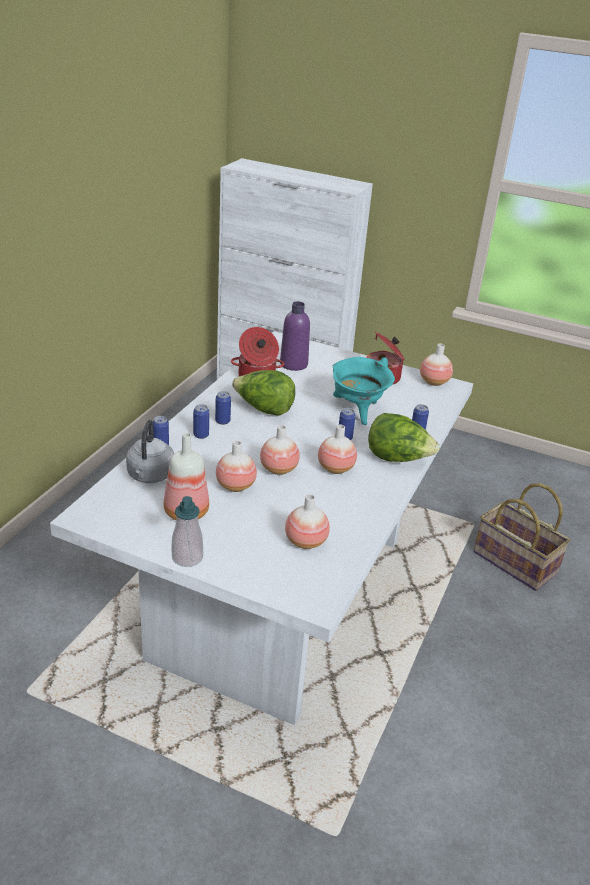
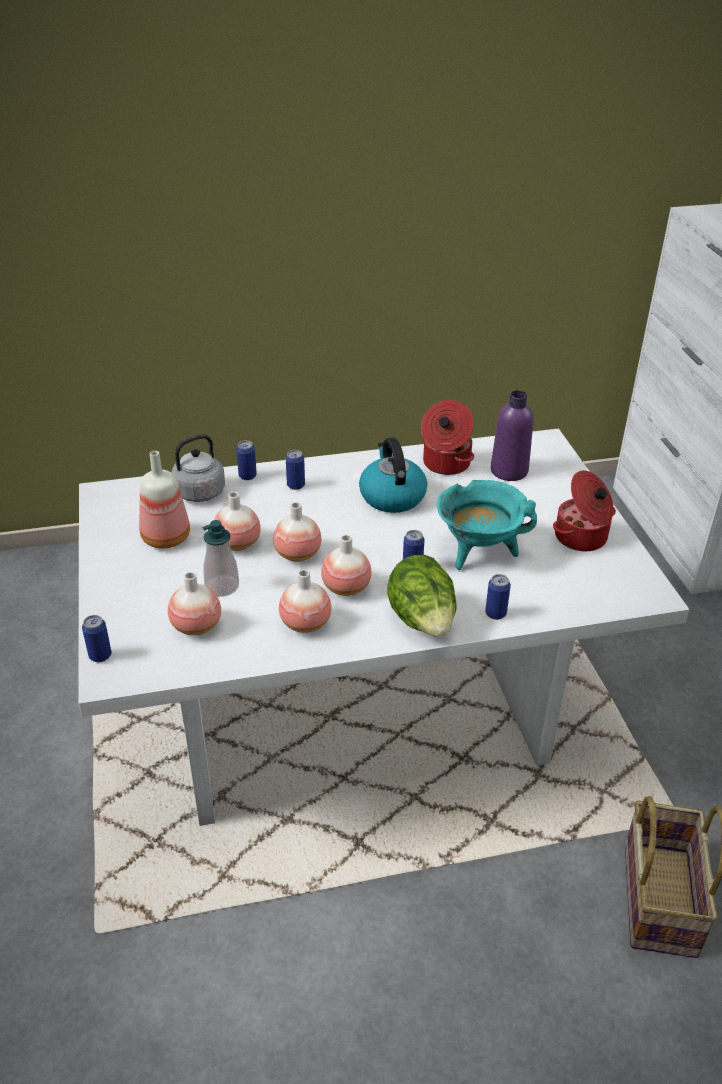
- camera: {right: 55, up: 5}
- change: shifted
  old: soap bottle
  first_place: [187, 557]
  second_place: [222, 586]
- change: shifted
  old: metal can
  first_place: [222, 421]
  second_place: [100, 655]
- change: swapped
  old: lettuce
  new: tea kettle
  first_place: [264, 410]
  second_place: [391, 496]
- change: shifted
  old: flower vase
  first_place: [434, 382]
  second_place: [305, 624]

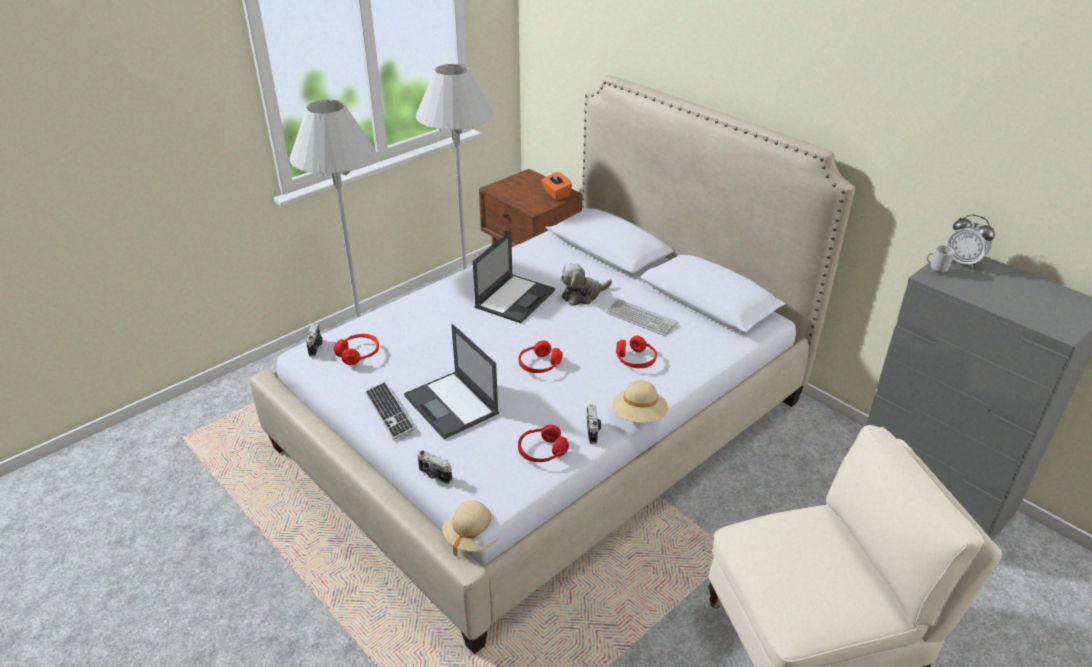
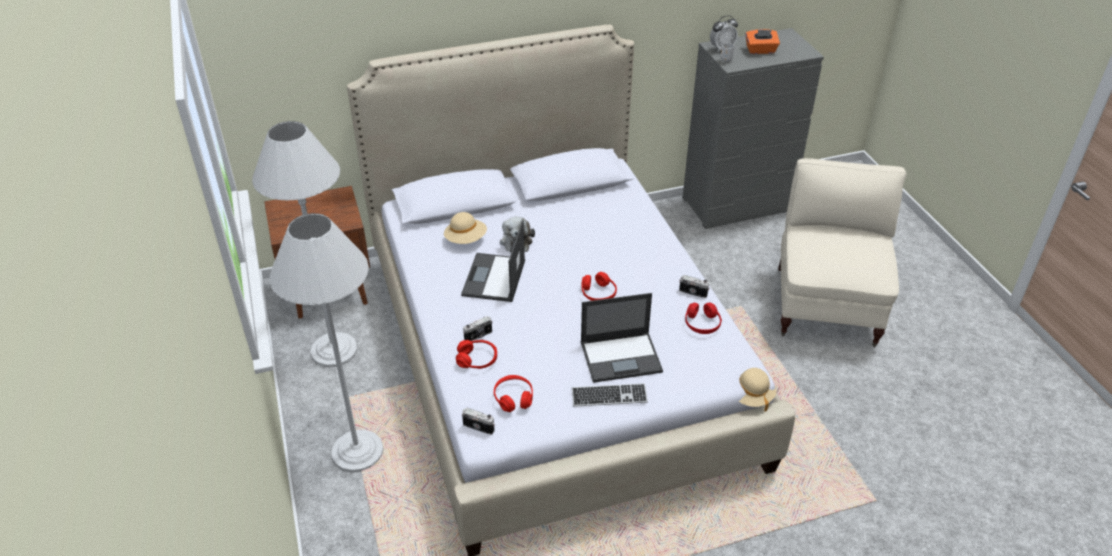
- camera: {right: -65, up: 5}
- change: shifted
  old: photo camera
  first_place: [434, 475]
  second_place: [478, 336]
- change: rotated
  old: portable computer
  first_place: [515, 298]
  second_place: [494, 278]
  degrees: -135
- change: shifted
  old: orangey tissue holder
  first_place: [556, 194]
  second_place: [760, 50]
- change: gone
  old: computer keyboard
  first_place: [641, 318]
- change: shifted
  old: beige-coloured clothing hat
  first_place: [639, 416]
  second_place: [466, 239]
- change: shifted
  old: reddish pair of headphones
  first_place: [635, 360]
  second_place: [477, 359]

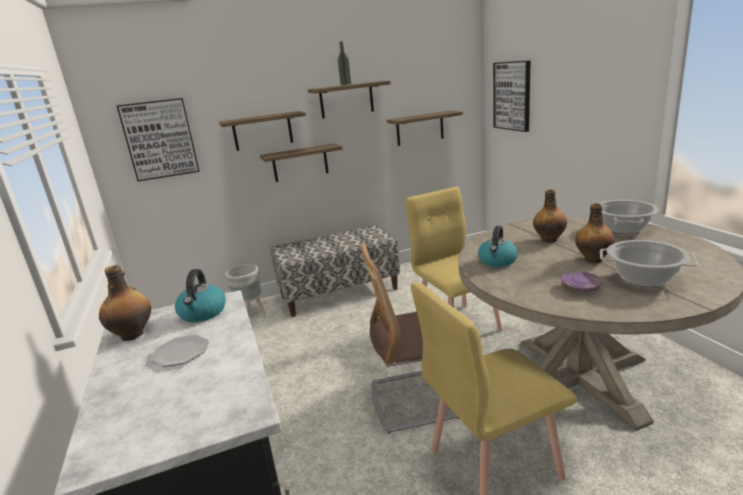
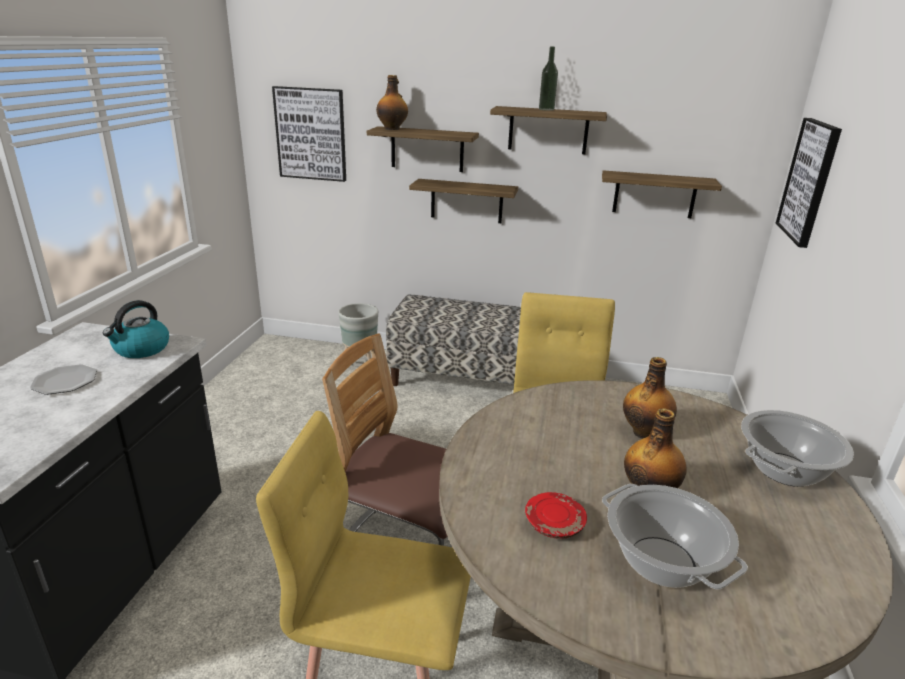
- camera: {right: 30, up: 5}
- change: shifted
  old: drink bottle
  first_place: [133, 334]
  second_place: [392, 129]
- change: gone
  old: tea kettle
  first_place: [497, 261]
- change: repainted
  old: purplish plate
  new: reddish plate
  first_place: [580, 287]
  second_place: [554, 524]

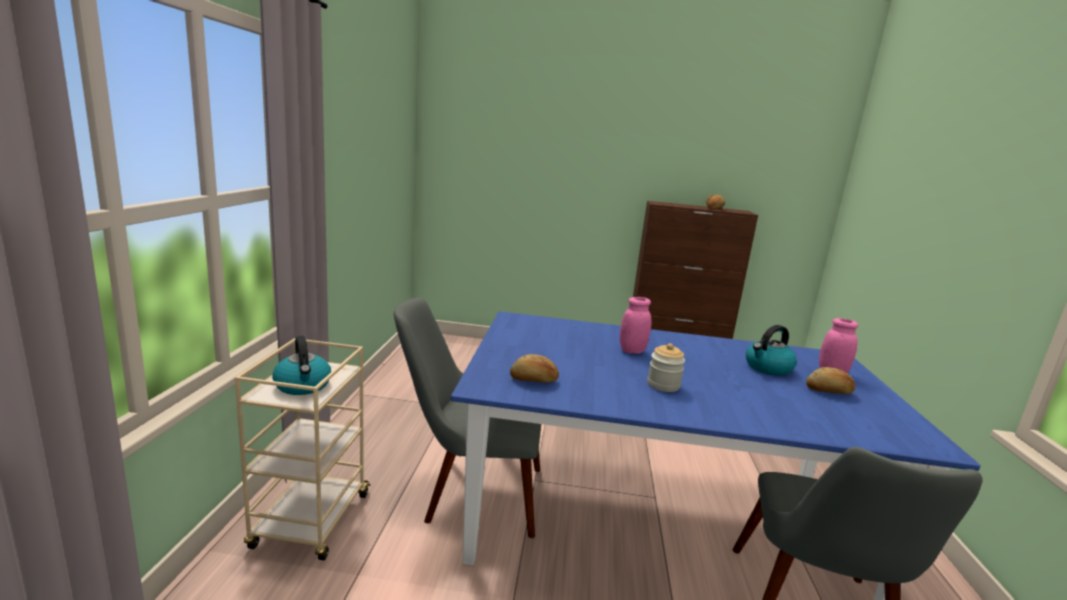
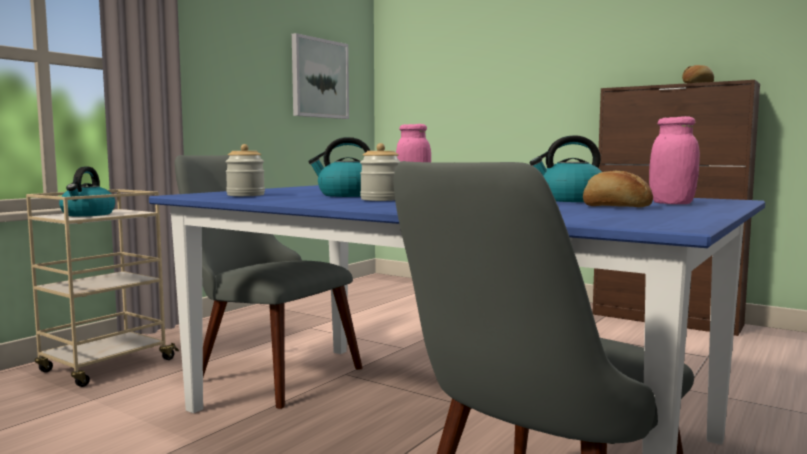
- camera: {right: 30, up: -10}
- change: swapped
  old: bakery bread
  new: jar
  first_place: [533, 380]
  second_place: [245, 195]
- change: new
  new: picture
  second_place: [319, 78]
- change: new
  new: tea kettle
  second_place: [346, 195]

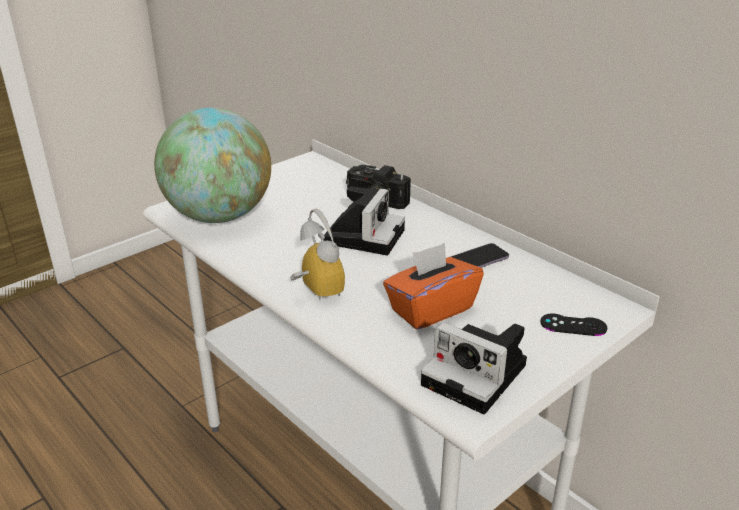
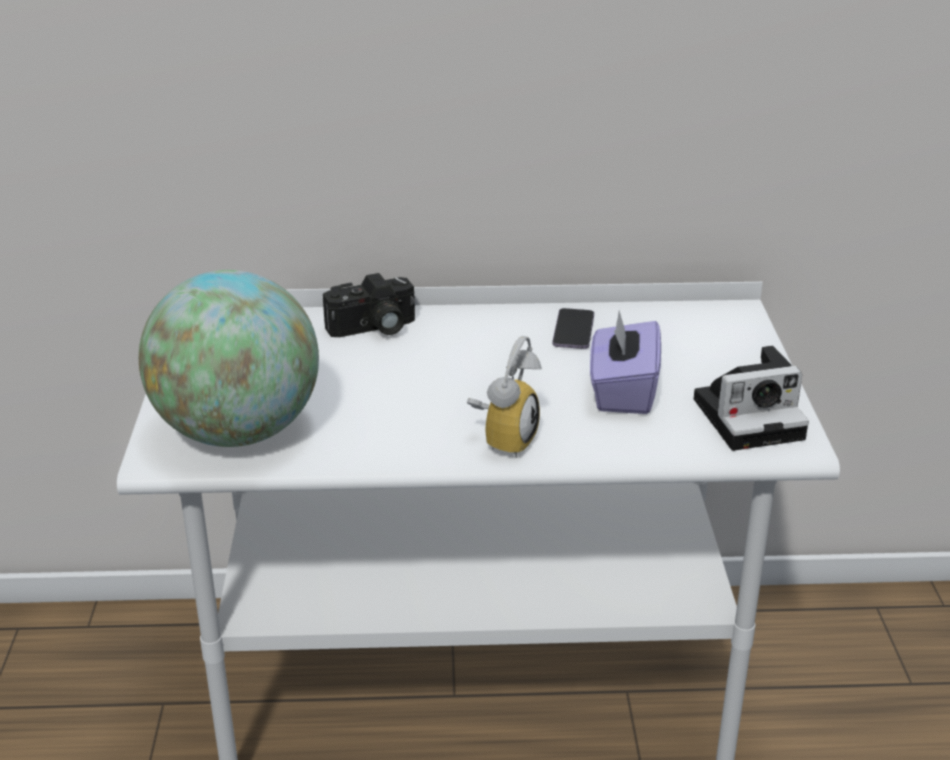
- camera: {right: -50, up: 0}
- change: rotated
  old: bedside clock
  first_place: [314, 292]
  second_place: [503, 439]
  degrees: 105
- change: gone
  old: photo camera
  first_place: [364, 235]
- change: repainted
  old: orangey tissue holder
  new: purplish tissue holder
  first_place: [431, 309]
  second_place: [622, 392]
- change: gone
  old: blackish game controller
  first_place: [573, 325]

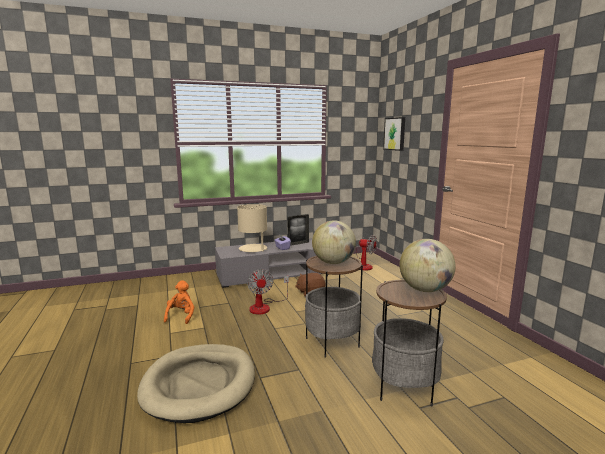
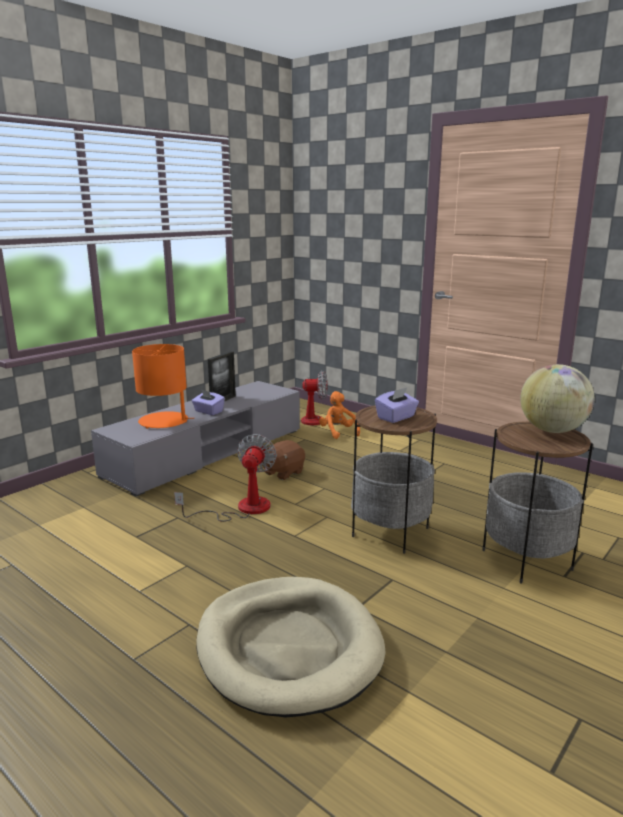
- camera: {right: -30, up: 5}
- change: shifted
  old: orangey cuddly toy
  first_place: [181, 316]
  second_place: [338, 432]
- change: repainted
  old: beige-coloured lamp for a table
  new: orangey lamp for a table
  first_place: [253, 249]
  second_place: [164, 421]
- change: rotated
  old: cooling fan
  first_place: [264, 307]
  second_place: [242, 509]
  degrees: -120
- change: swapped
  old: desk globe
  new: purplish tissue holder
  first_place: [333, 262]
  second_place: [396, 417]
- change: gone
  old: picture
  first_place: [395, 134]

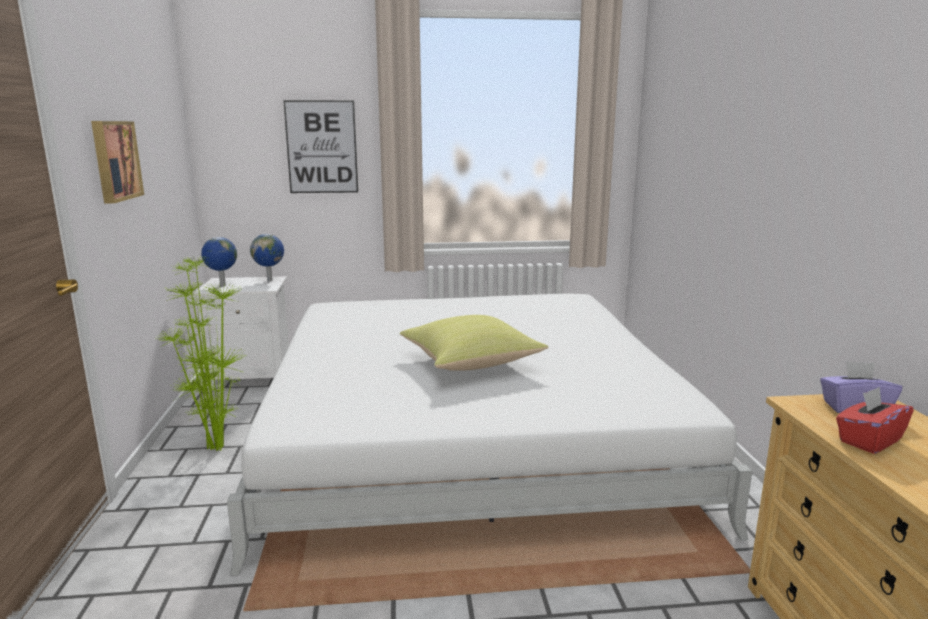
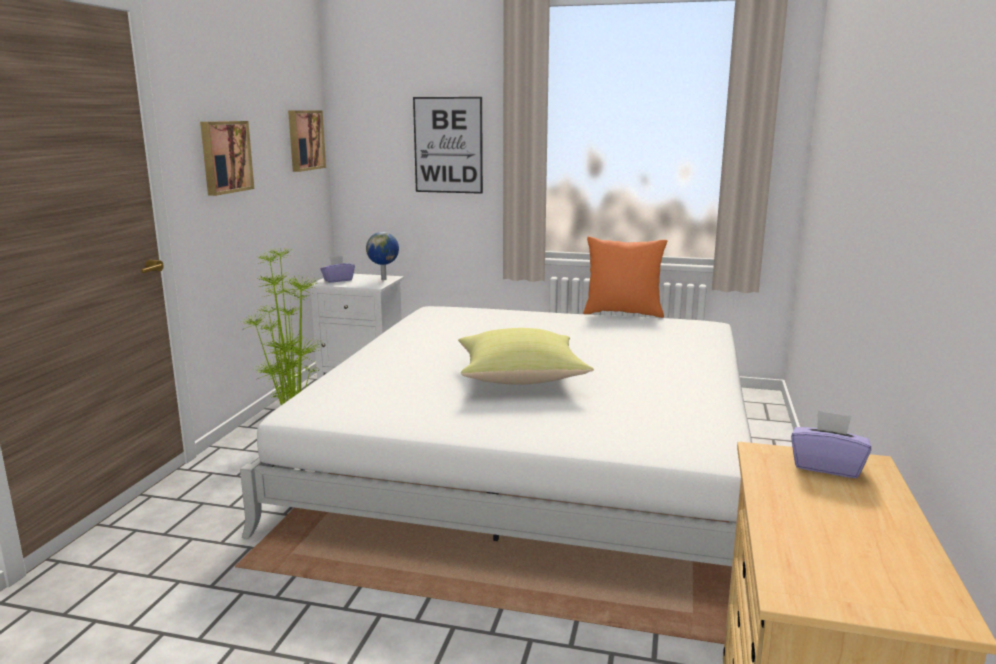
- camera: {right: 20, up: 0}
- change: swapped
  old: desk globe
  new: purplish tissue holder
  first_place: [222, 285]
  second_place: [338, 280]
- change: gone
  old: reddish tissue holder
  first_place: [868, 440]
- change: new
  new: picture
  second_place: [304, 140]
- change: new
  new: orangey cushion
  second_place: [623, 313]

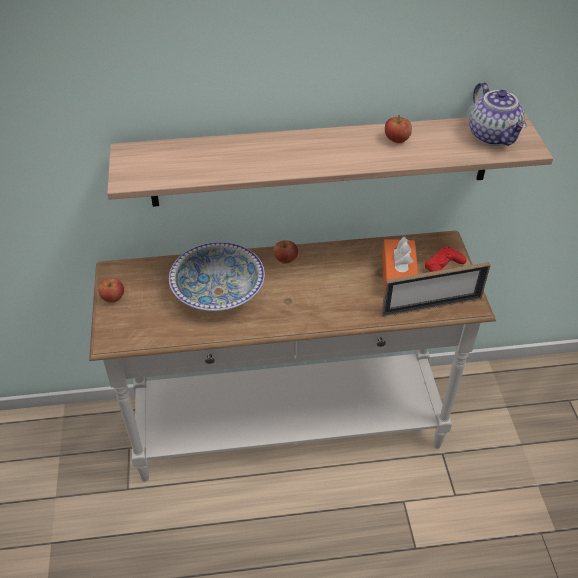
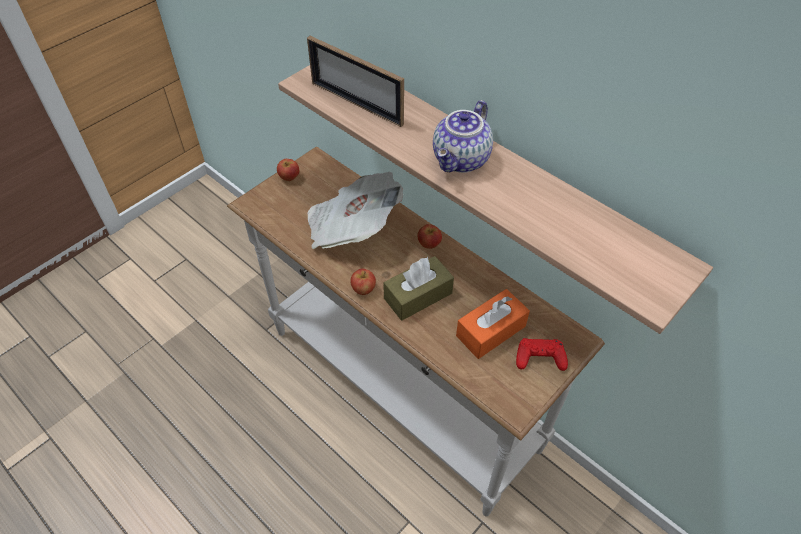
- camera: {right: 50, up: 5}
- change: swapped
  old: serving bowl
  new: newspaper
  first_place: [218, 292]
  second_place: [352, 228]
- change: shifted
  old: picture frame
  first_place: [431, 306]
  second_place: [356, 103]
- change: shifted
  old: apple fruit
  first_place: [396, 140]
  second_place: [363, 289]
- change: shifted
  old: pot for tea
  first_place: [494, 136]
  second_place: [462, 160]
- change: new
  new: brownish tissue holder
  second_place: [418, 296]

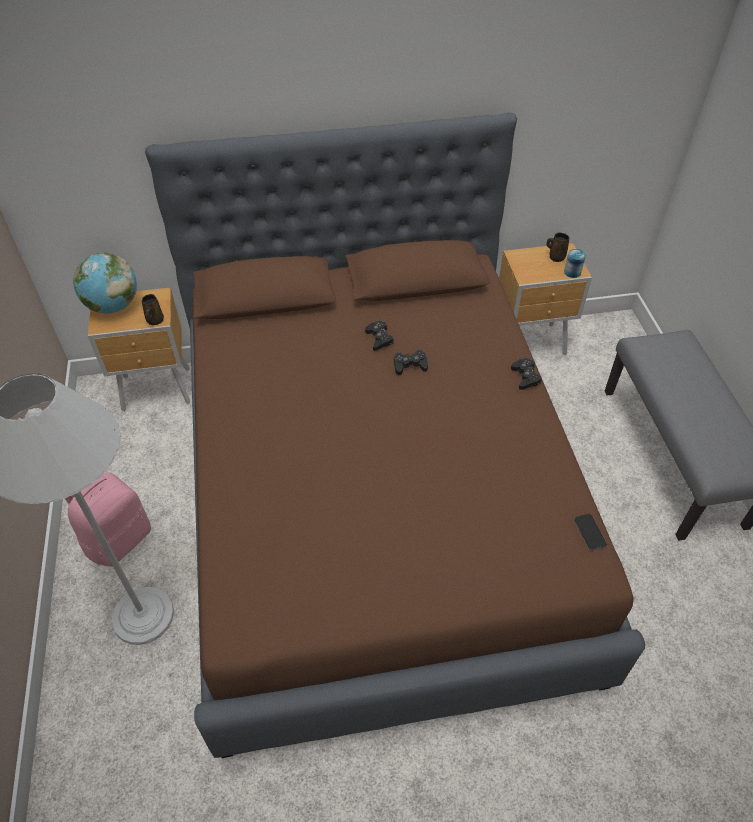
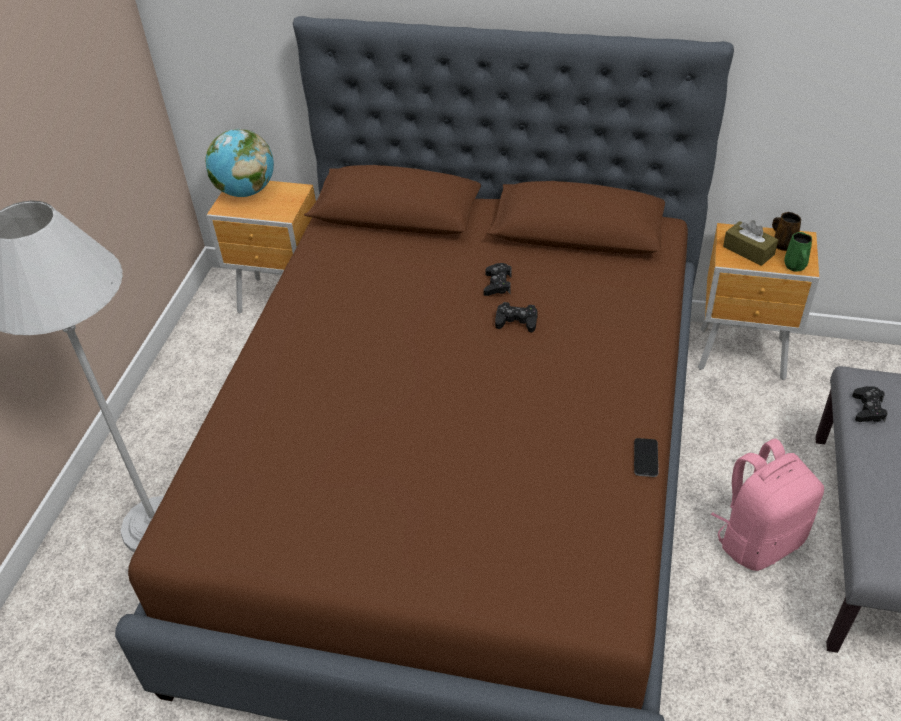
- camera: {right: 25, up: -5}
- change: shifted
  old: pink-coloured backpack
  first_place: [118, 539]
  second_place: [758, 539]
- change: gone
  old: brownish tea mug
  first_place: [154, 321]
- change: shifted
  old: blackish game controller
  first_place: [525, 377]
  second_place: [868, 409]
- change: swapped
  old: metal can
  new: green-coloured tea mug
  first_place: [572, 272]
  second_place: [795, 266]
- change: shifted
  old: phone
  first_place: [590, 532]
  second_place: [645, 458]
- change: new
  new: brownish tissue holder
  second_place: [748, 251]

